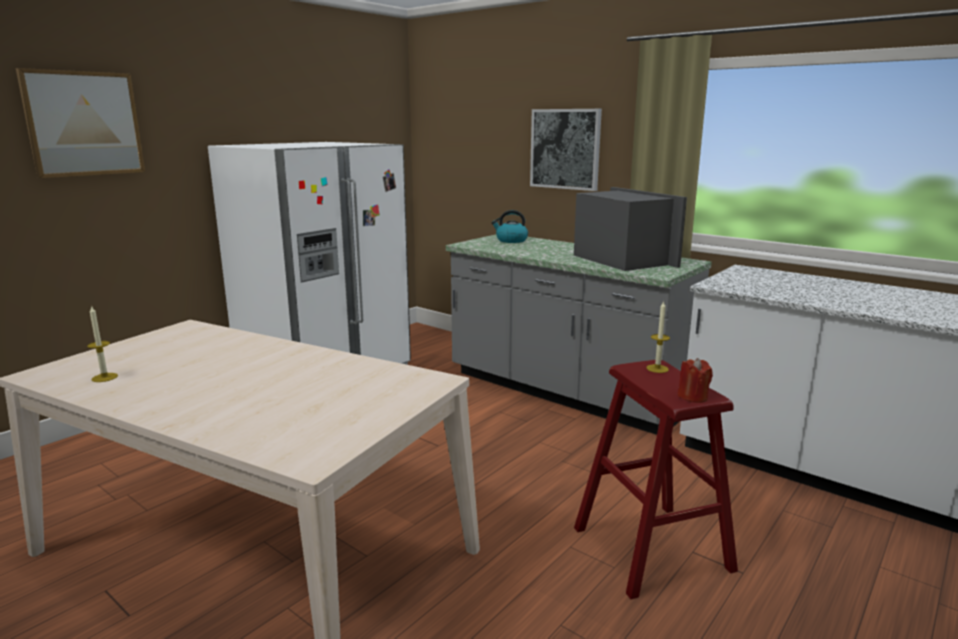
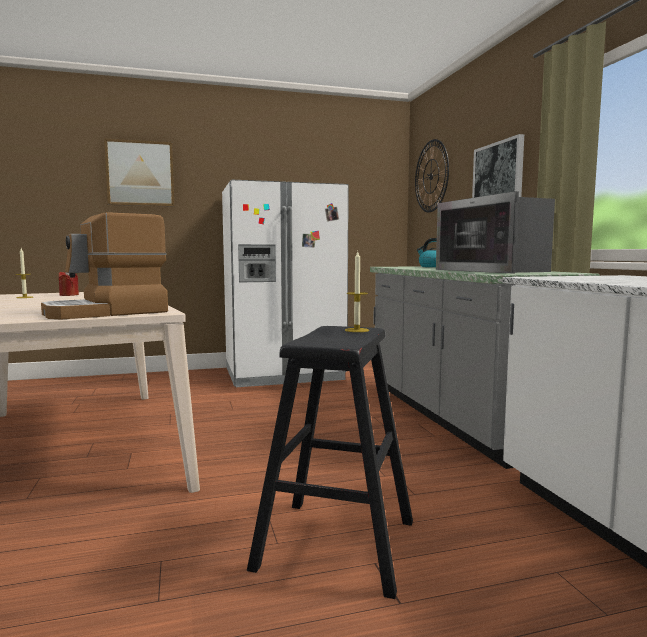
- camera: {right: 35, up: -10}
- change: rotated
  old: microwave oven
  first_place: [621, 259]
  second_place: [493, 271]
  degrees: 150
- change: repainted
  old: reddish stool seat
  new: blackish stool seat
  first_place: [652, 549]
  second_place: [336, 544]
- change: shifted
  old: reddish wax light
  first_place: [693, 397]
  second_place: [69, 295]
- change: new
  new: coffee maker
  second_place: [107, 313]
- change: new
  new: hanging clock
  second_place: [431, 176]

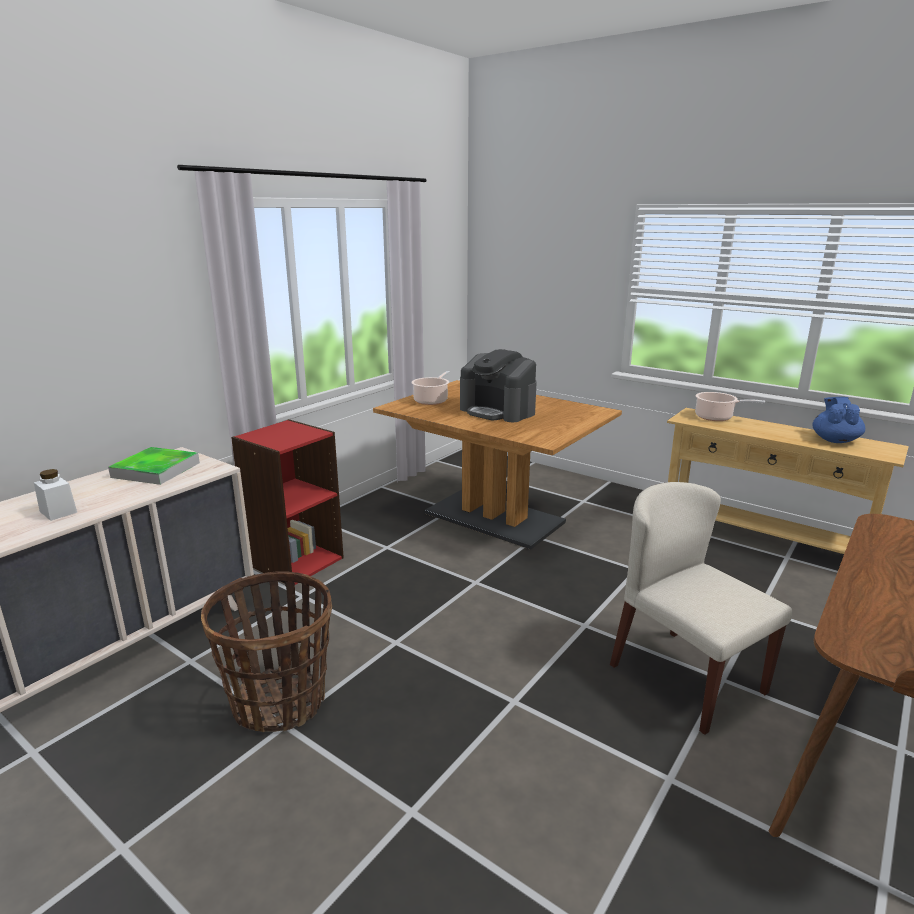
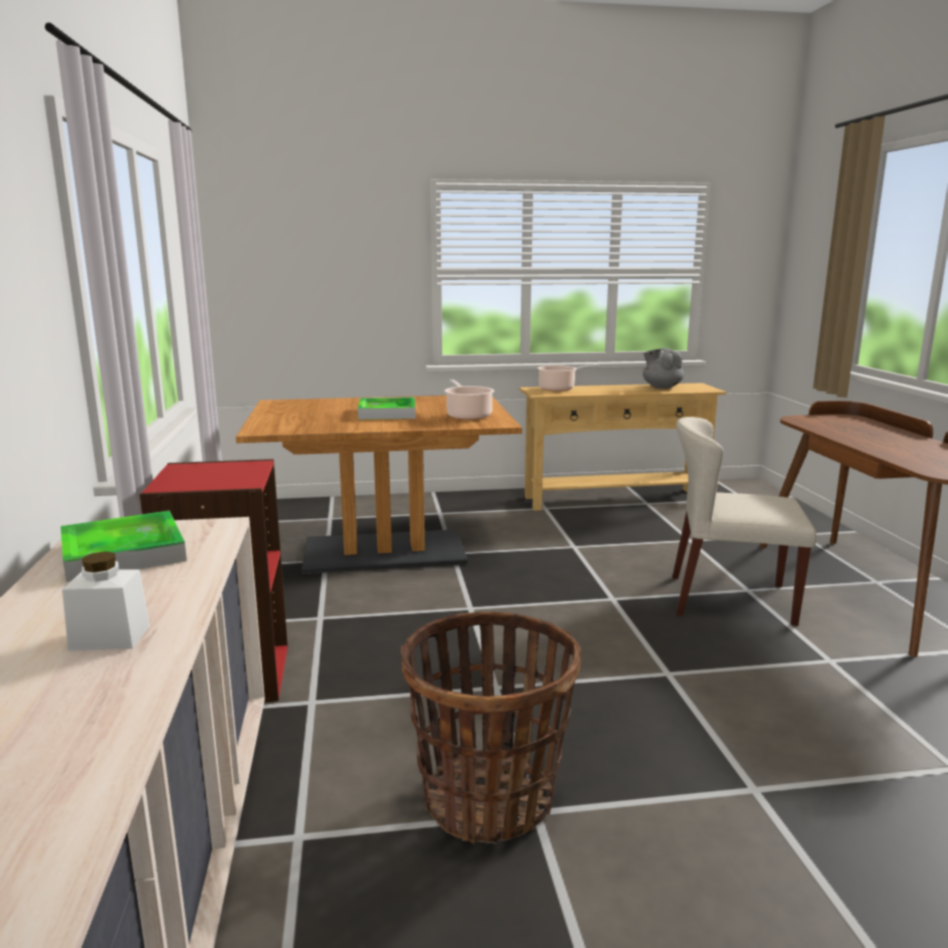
- camera: {right: -45, up: -5}
- change: shifted
  old: cooking pot
  first_place: [432, 400]
  second_place: [468, 416]
- change: swapped
  old: coffee maker
  new: serving tray
  first_place: [498, 411]
  second_place: [387, 413]
- change: repainted
  old: blue-coloured pot for tea
  new: grey pot for tea
  first_place: [834, 440]
  second_place: [661, 387]

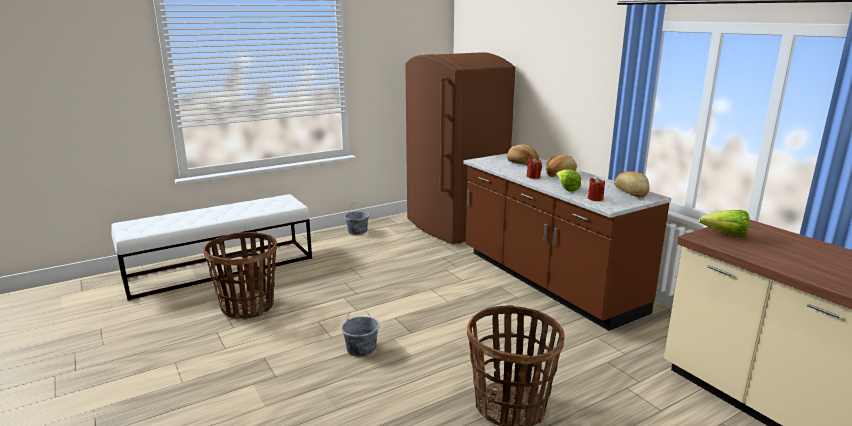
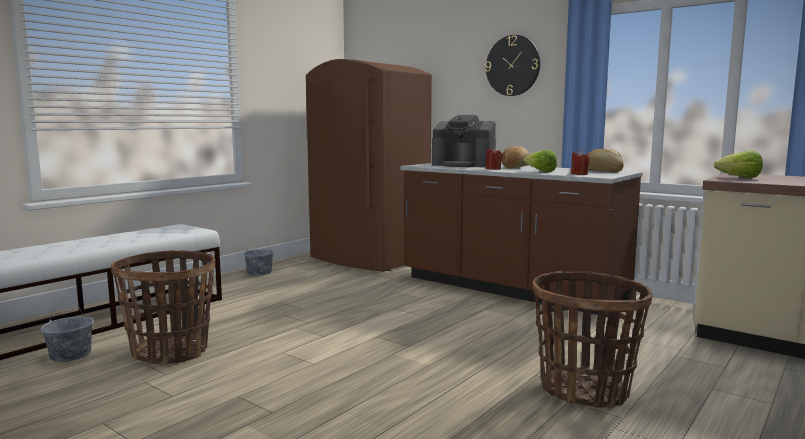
- camera: {right: -20, up: -10}
- change: shifted
  old: grey water bucket
  first_place: [361, 348]
  second_place: [70, 355]
- change: swapped
  old: bakery bread
  new: coffee maker
  first_place: [522, 163]
  second_place: [464, 165]
- change: new
  new: hanging clock
  second_place: [512, 65]

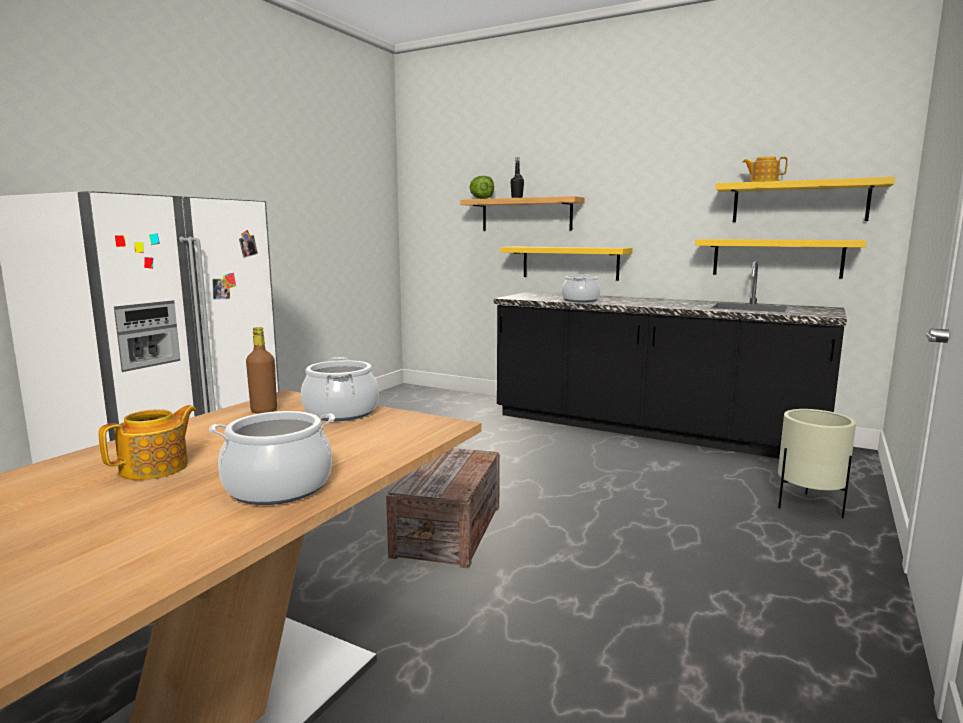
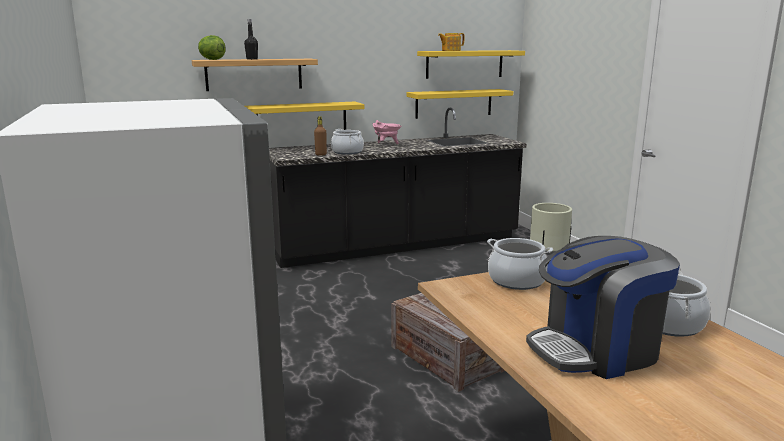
- camera: {right: -50, up: 5}
- change: swapped
  old: pot for tea
  new: coffee maker
  first_place: [156, 468]
  second_place: [596, 350]
- change: shifted
  old: brownish drink bottle
  first_place: [264, 411]
  second_place: [321, 154]
- change: new
  new: pink-coloured cooking pot
  second_place: [386, 144]

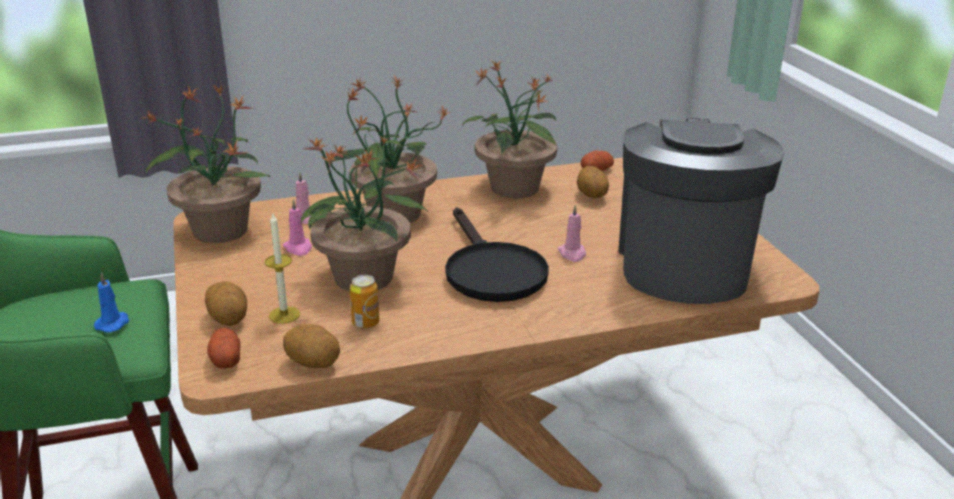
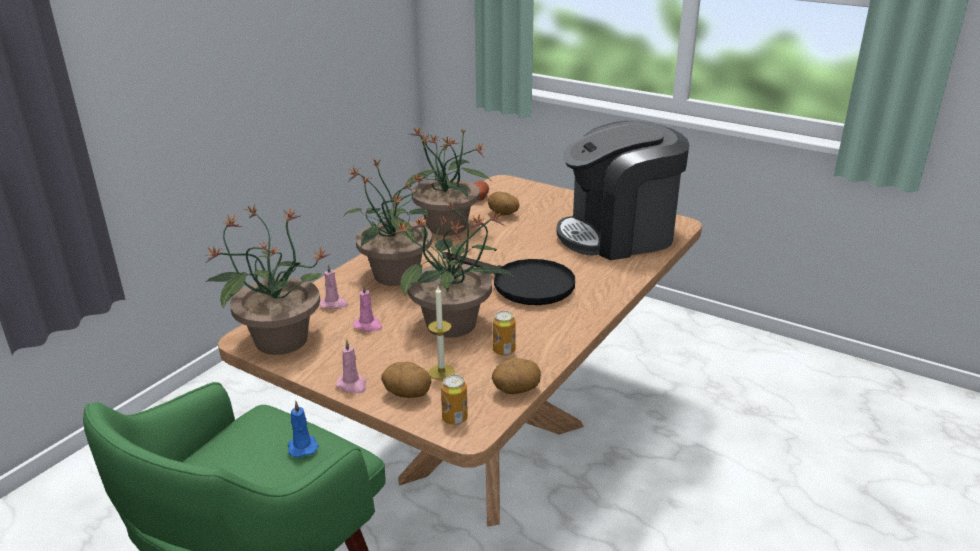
- camera: {right: -40, up: 0}
- change: swapped
  old: potato
  new: metal can
  first_place: [225, 359]
  second_place: [454, 418]
- change: shifted
  old: pink-coloured wax light
  first_place: [572, 254]
  second_place: [352, 385]
- change: rotated
  old: coffee maker
  first_place: [683, 264]
  second_place: [618, 235]
  degrees: -75

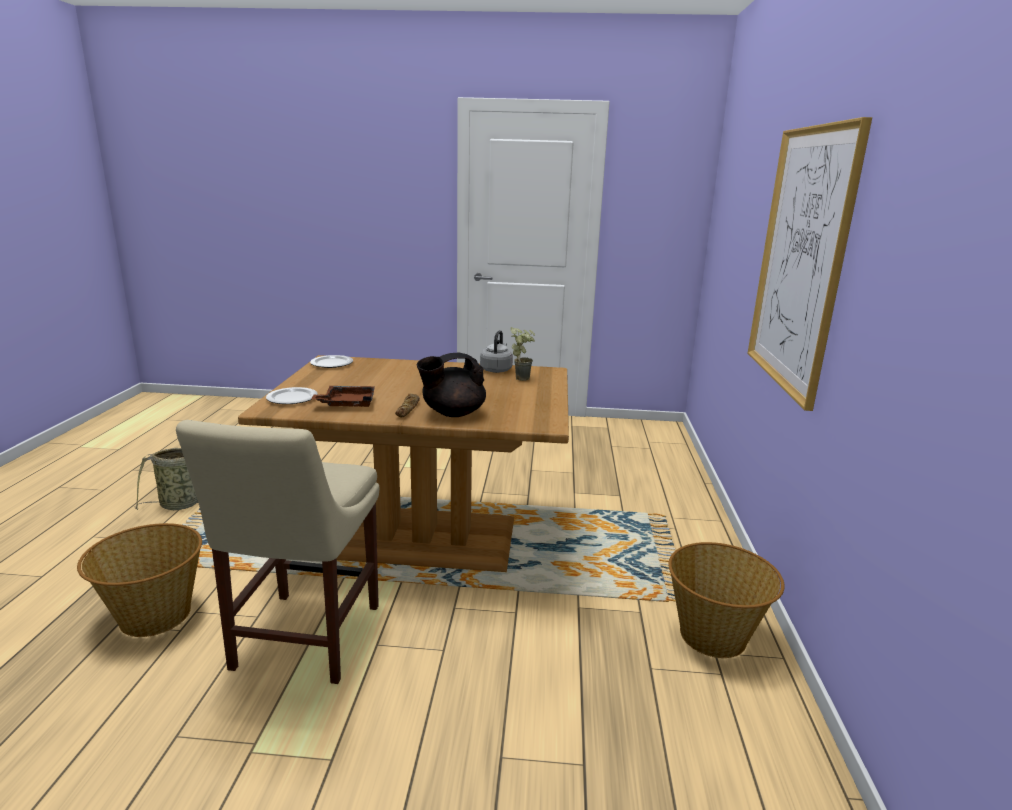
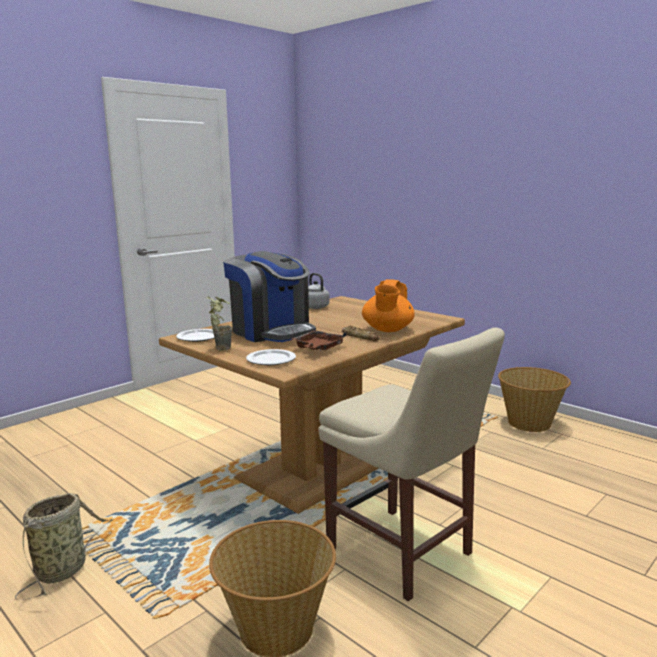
- camera: {right: -50, up: -5}
- change: repainted
  old: blackish pot for tea
  new: orangey pot for tea
  first_place: [452, 413]
  second_place: [387, 330]
- change: shifted
  old: houseplant
  first_place: [522, 377]
  second_place: [220, 347]
- change: gone
  old: picture
  first_place: [800, 260]
- change: new
  new: coffee maker
  second_place: [271, 331]

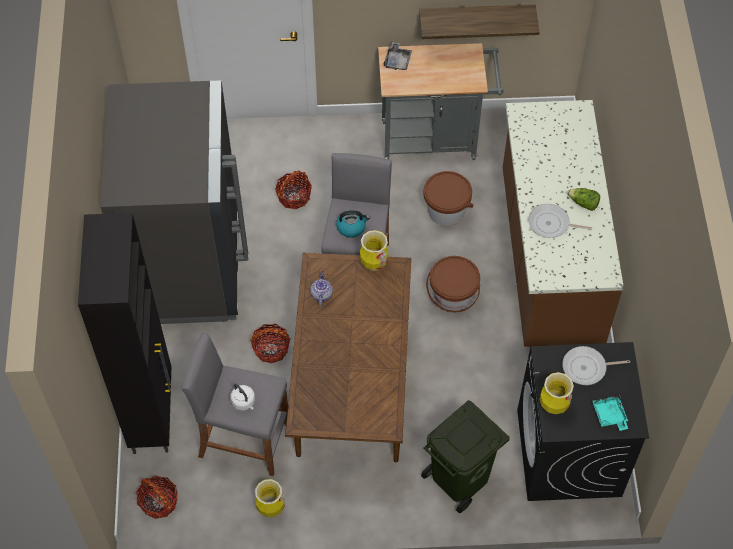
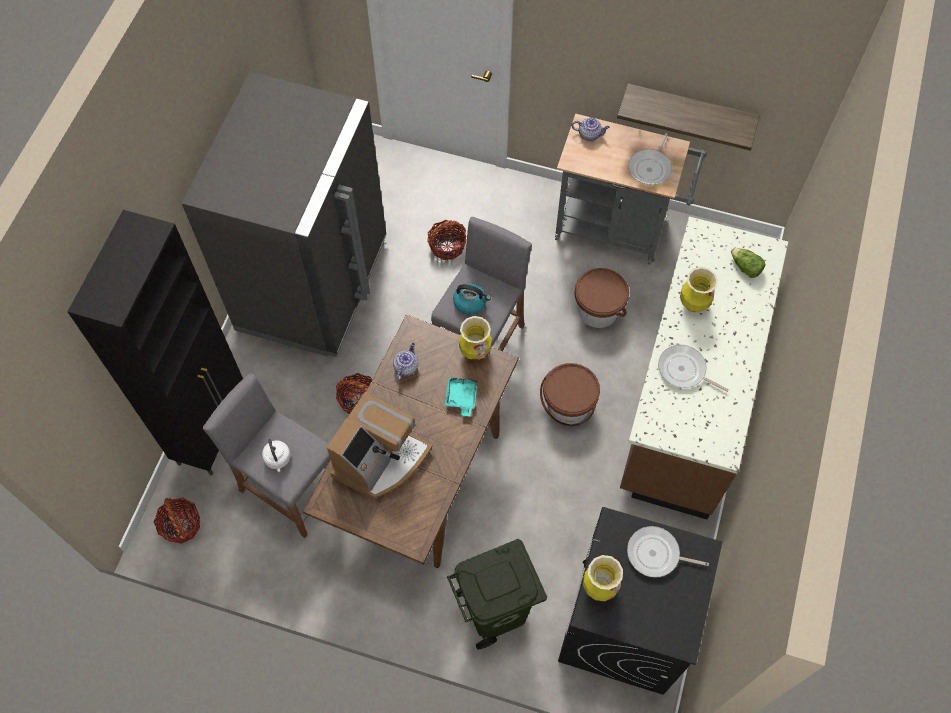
- camera: {right: 20, up: 5}
- change: shifted
  old: flower vase
  first_place: [270, 508]
  second_place: [693, 304]
- change: swapped
  old: grey serving tray
  new: pot for tea
  first_place: [397, 61]
  second_place: [589, 134]
- change: shifted
  old: lettuce
  first_place: [583, 203]
  second_place: [745, 267]
- change: shifted
  old: blue-green serving tray
  first_place: [609, 415]
  second_place: [461, 398]
- change: new
  new: coffee maker
  second_place: [380, 460]
- change: new
  new: pan
  second_place: [650, 167]

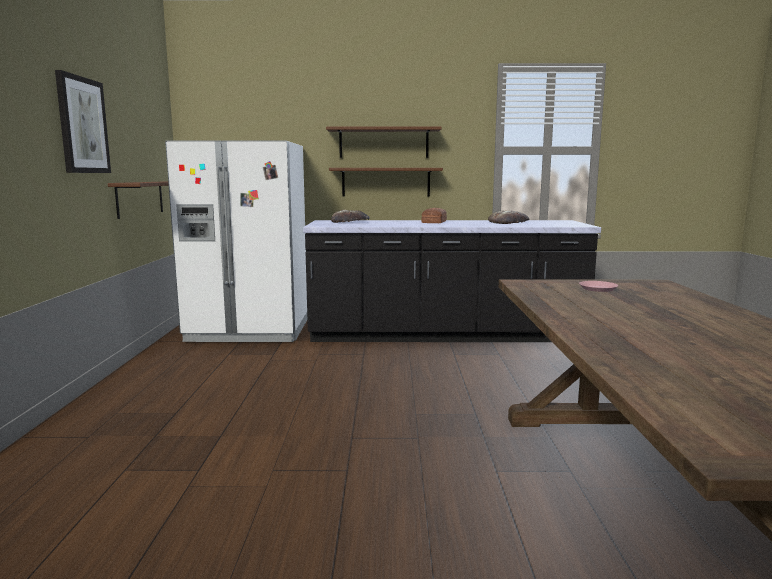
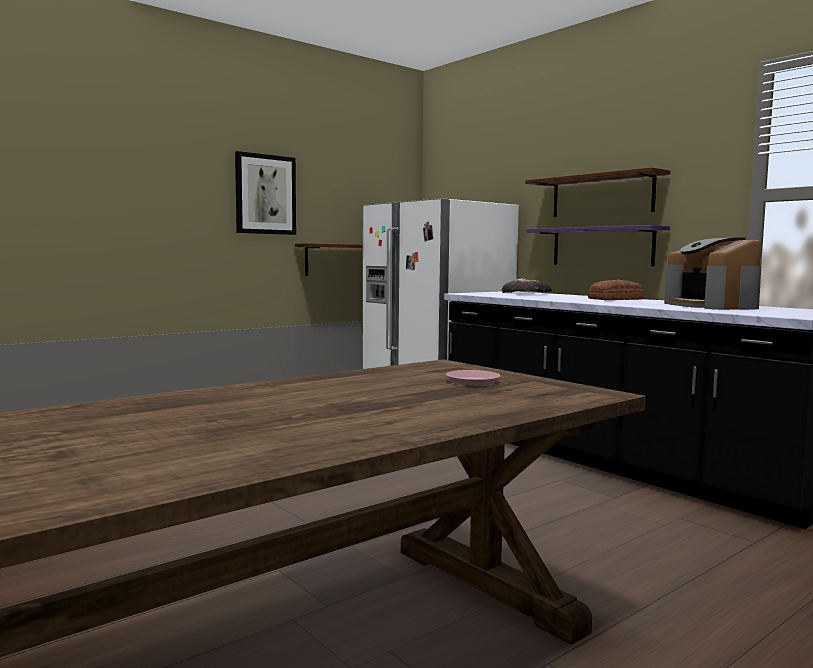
- camera: {right: 50, up: -5}
- change: repainted
  old: brownish shelf
  new: purplish shelf
  first_place: [386, 182]
  second_place: [602, 246]
- change: swapped
  old: bakery bread
  new: coffee maker
  first_place: [508, 222]
  second_place: [712, 306]

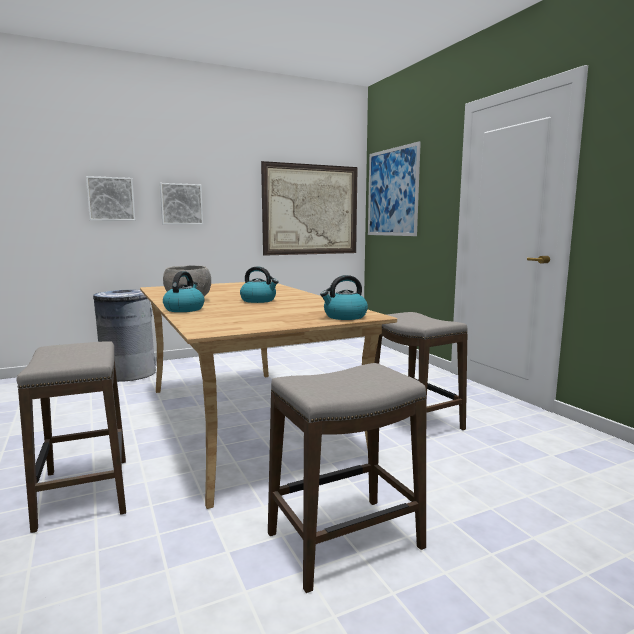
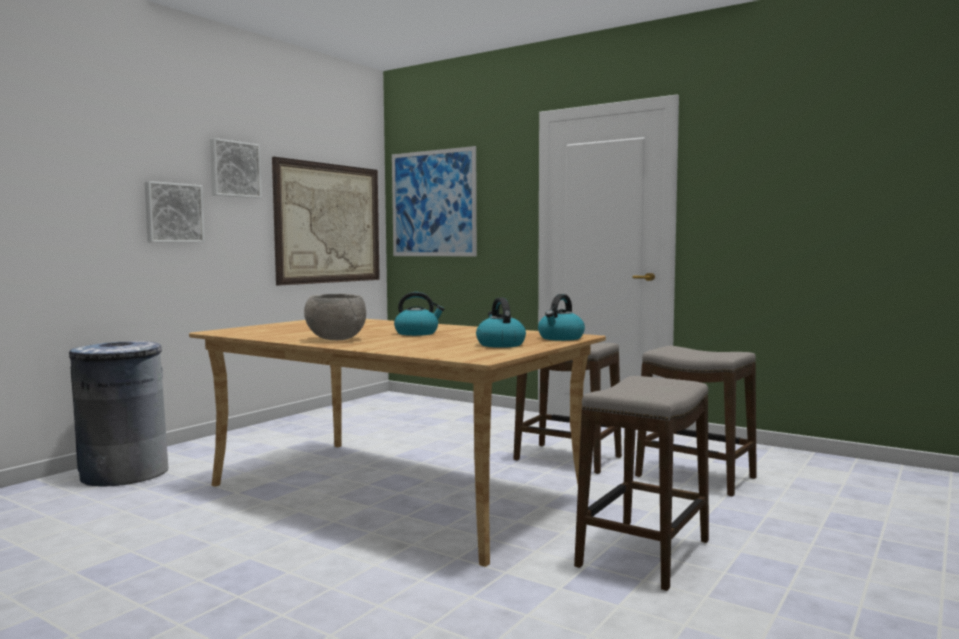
- camera: {right: -30, up: -5}
- change: shifted
  old: stool seat
  first_place: [84, 493]
  second_place: [695, 477]
- change: shifted
  old: picture
  first_place: [111, 199]
  second_place: [234, 169]
- change: shifted
  old: tea kettle
  first_place: [184, 309]
  second_place: [500, 344]

